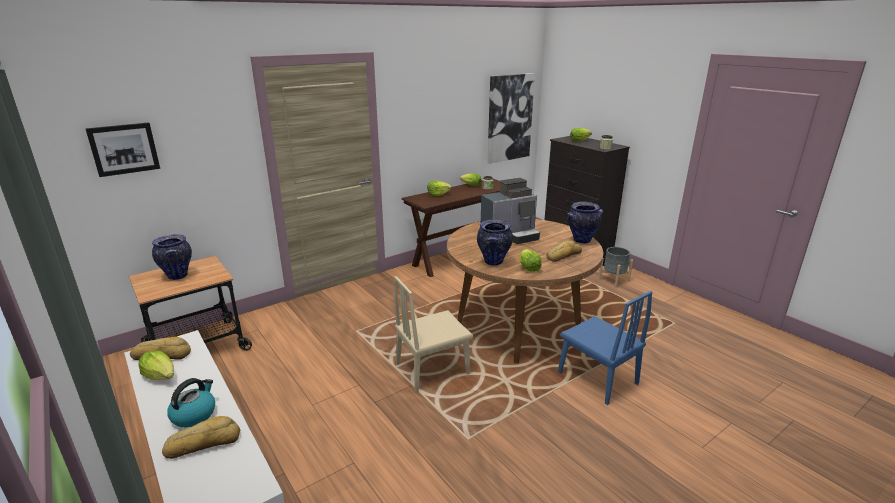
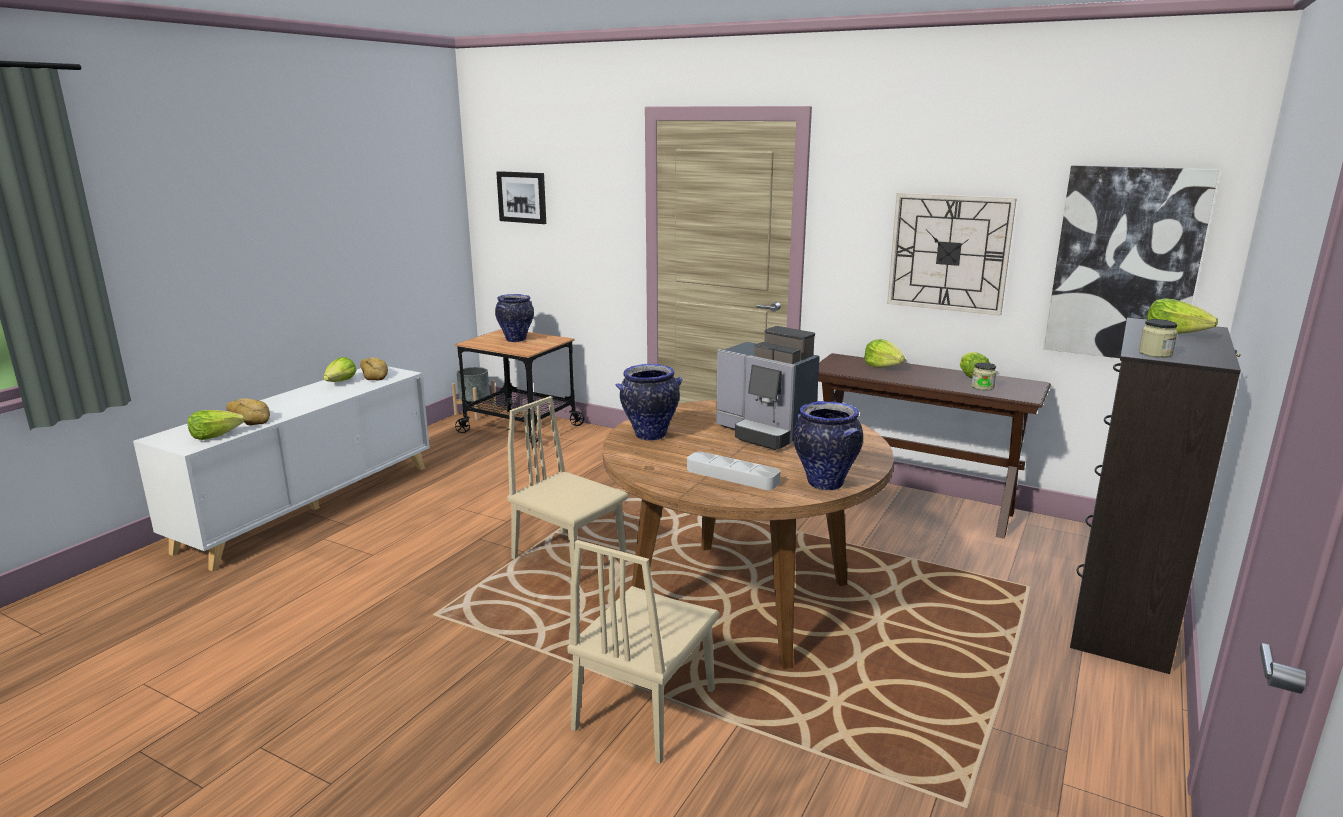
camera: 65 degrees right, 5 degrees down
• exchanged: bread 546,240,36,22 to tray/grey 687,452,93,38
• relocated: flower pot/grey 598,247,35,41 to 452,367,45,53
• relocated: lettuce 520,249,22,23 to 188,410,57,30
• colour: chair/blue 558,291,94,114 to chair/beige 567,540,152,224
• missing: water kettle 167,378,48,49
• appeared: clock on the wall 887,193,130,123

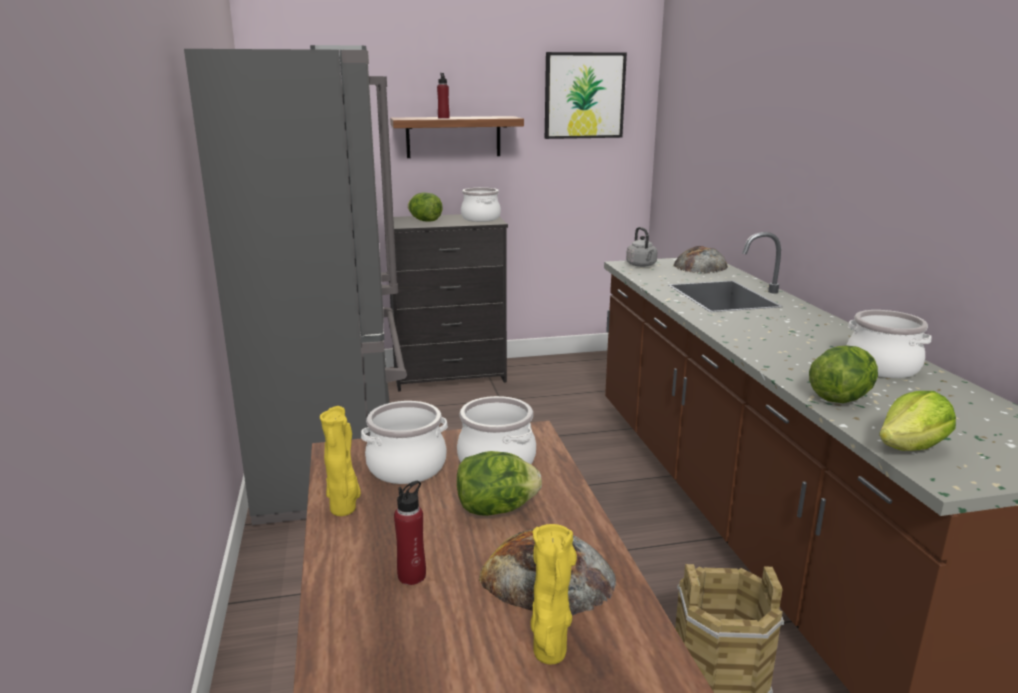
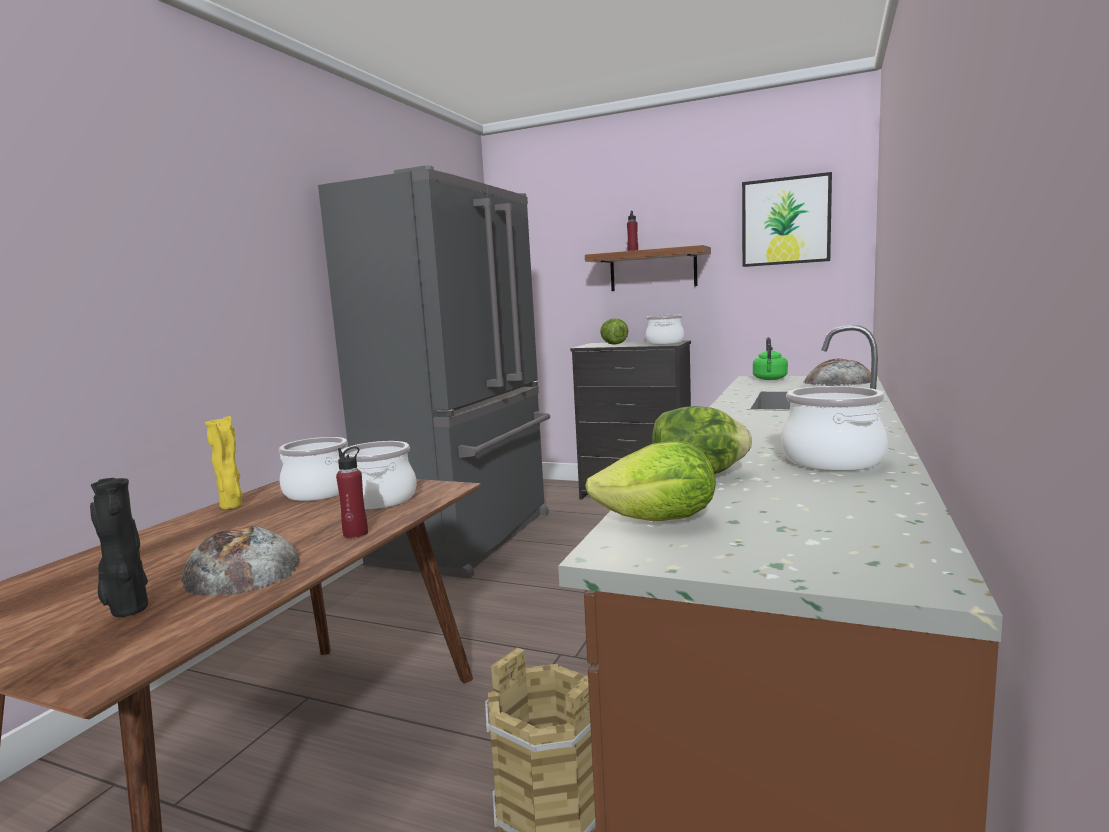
camera: 35 degrees right, 10 degrees down
• colour: water kettle/grey 626,227,31,40 to water kettle/green-coloured 753,337,35,43
• missing: lettuce 457,451,85,65
• relocated: beverage bottle/red 394,481,32,104 to 336,446,32,92
• colour: decorative vase/yellowish 530,524,47,140 to decorative vase/blackish 90,478,58,139

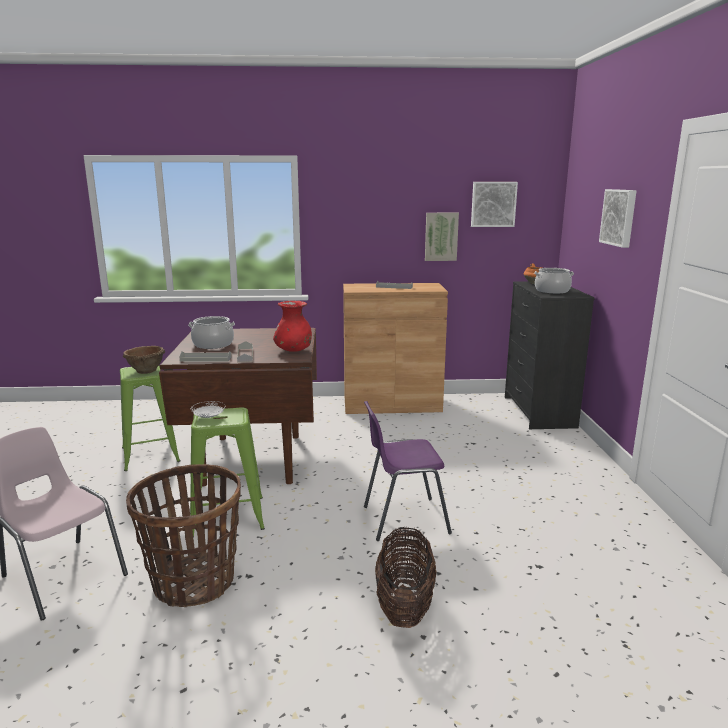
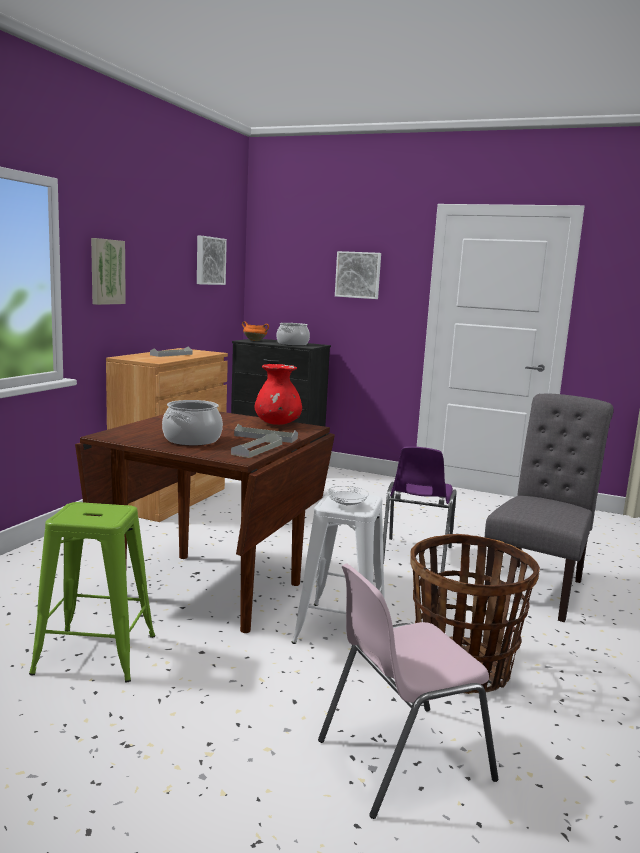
camera: 65 degrees left, 5 degrees down
• relocated: wall picture 425,213,34,48 to 91,238,35,67
• missing: serving bowl/brownish 123,346,42,28
• colour: sitting stool/green-coloured 190,407,75,130 to sitting stool/white 292,490,93,154
• exchanged: storage basket 375,527,62,101 to chair/grey 485,394,128,228

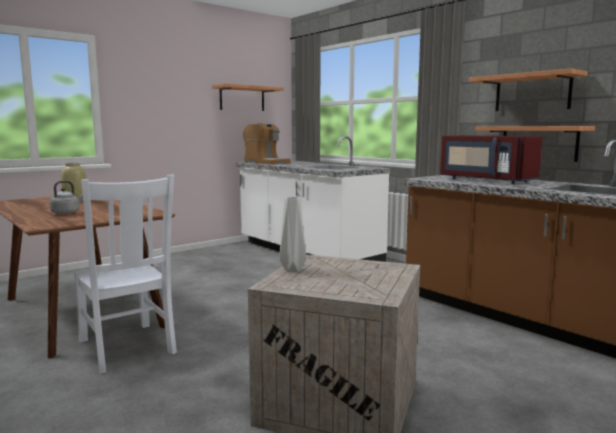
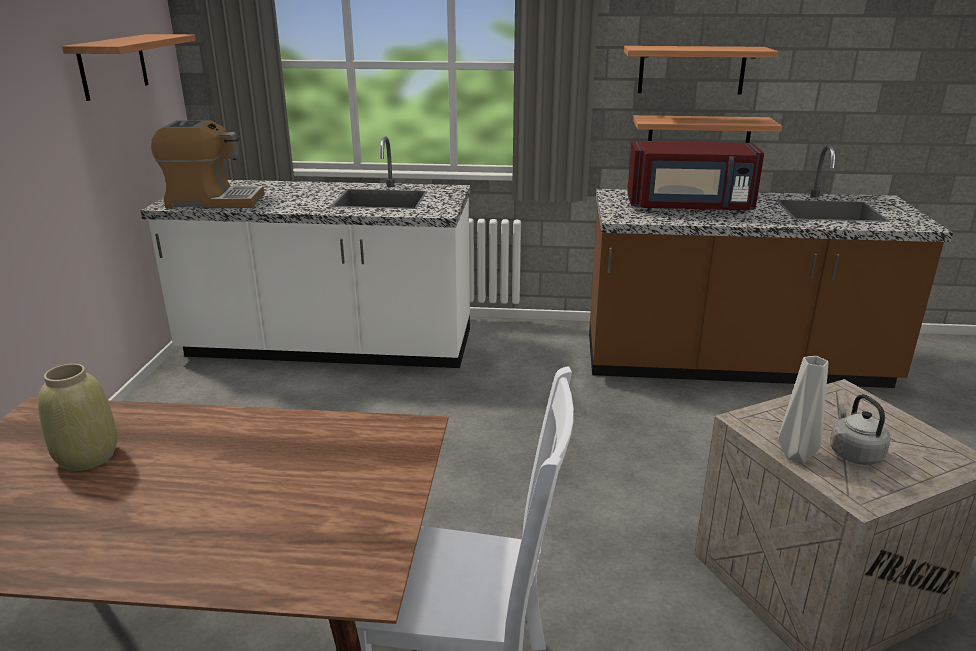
camera: 45 degrees left, 15 degrees up
• relocated: water kettle/grey 49,181,34,33 to 830,394,61,71

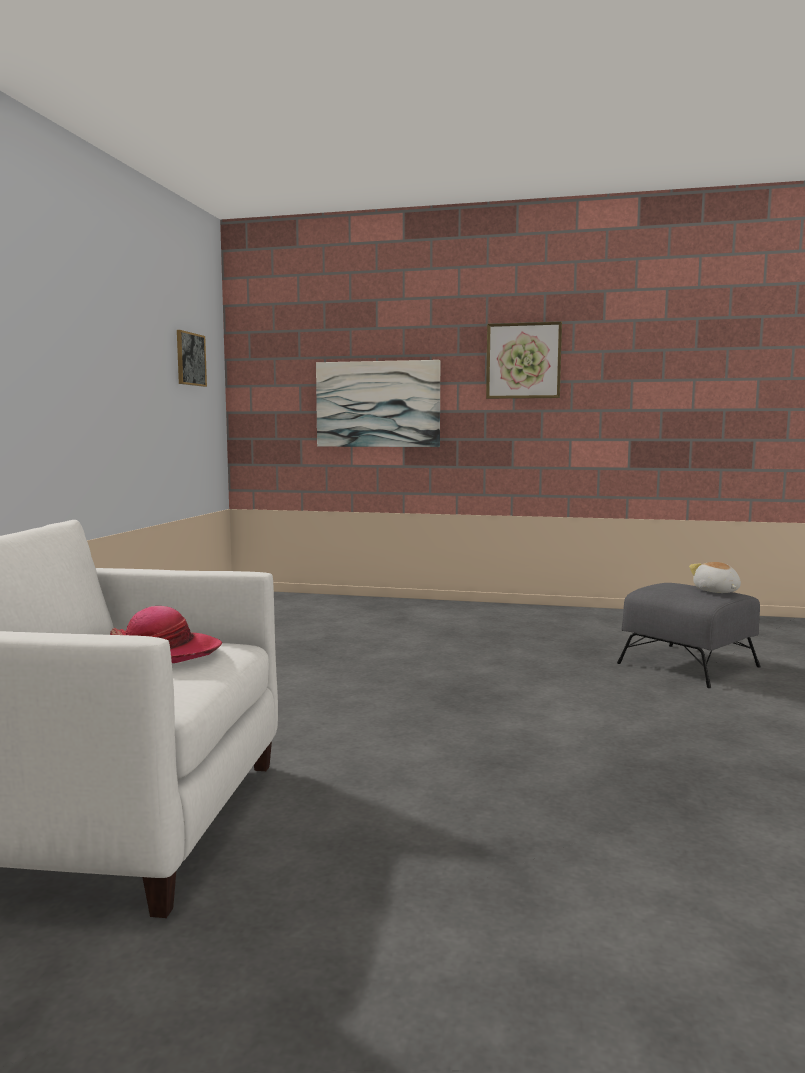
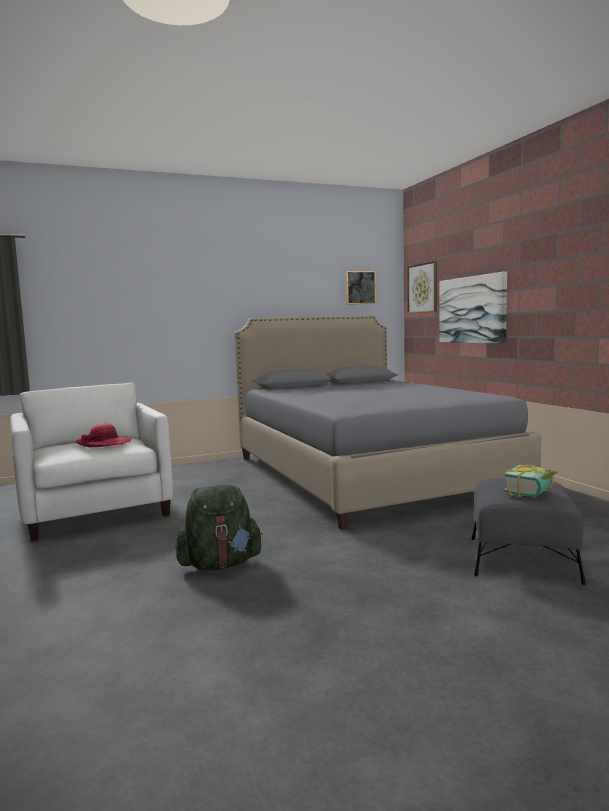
camera: 55 degrees right, 0 degrees up
• relocated: wall picture 486,322,76,77 to 407,261,30,52
• exchanged: soft toy 689,562,52,31 to book 504,465,53,32
• appeared: sleeping bed/grey 234,316,307,213
• appeared: backpack/green-coloured 175,485,88,86

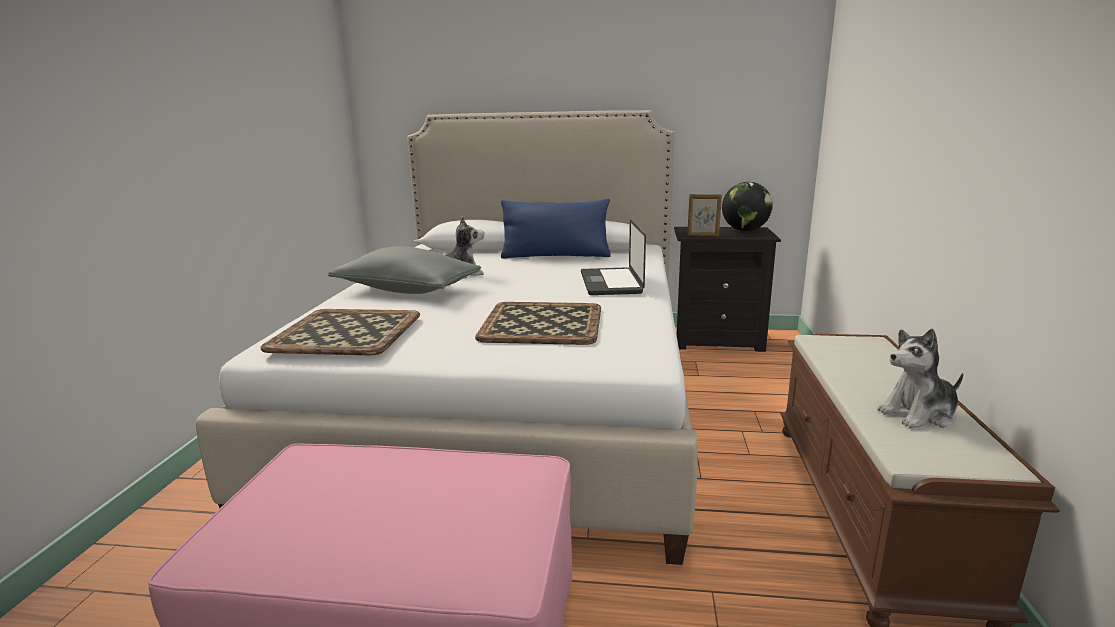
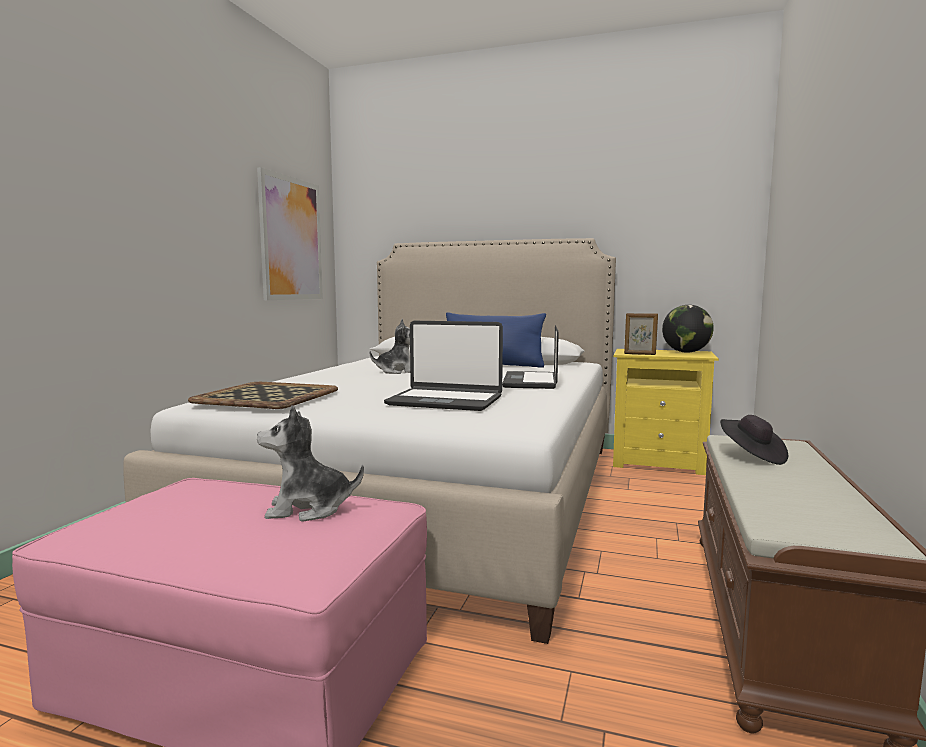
camera: 10 degrees right, 10 degrees down
• colour: nightstand/blackish 674,227,107,125 to nightstand/yellowish 613,349,106,126
• missing: pillow/grey 328,246,153,48
• exchanged: tray 475,302,126,43 to notebook computer 384,321,119,90
• relocated: soft toy 877,329,86,99 to 257,406,107,116
• appeared: wall picture 257,167,66,133
• appeared: hat/blackish 720,415,68,50

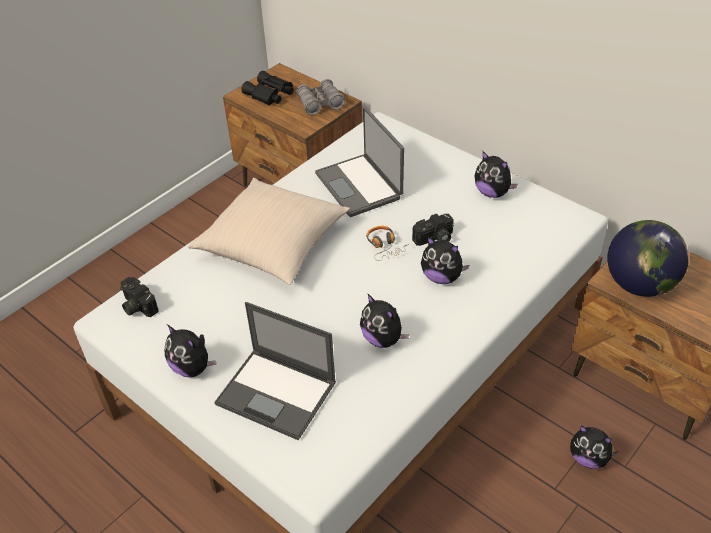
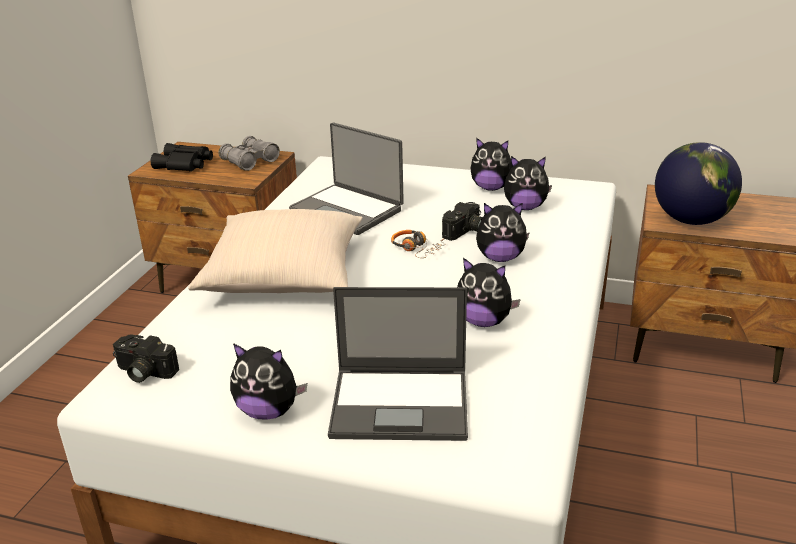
camera: 25 degrees left, 15 degrees down
• relocated: soft toy 570,425,48,43 to 504,156,48,54

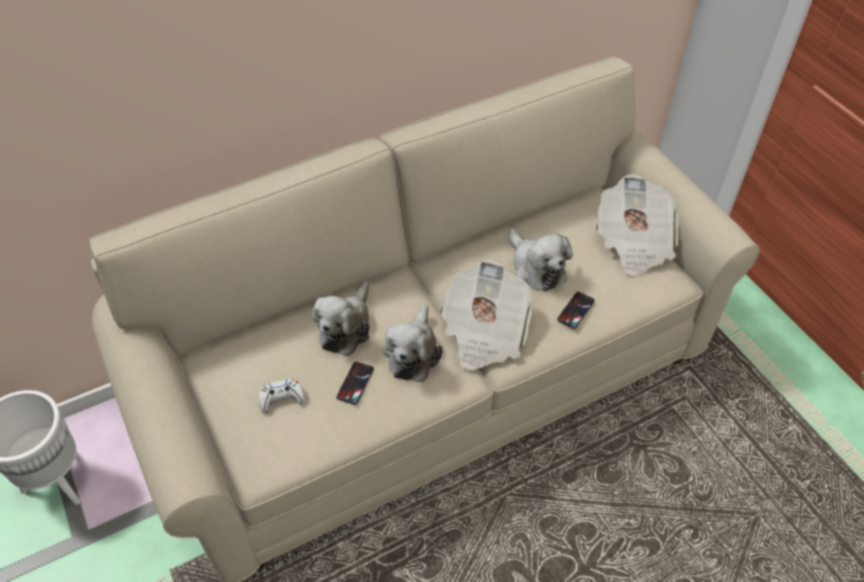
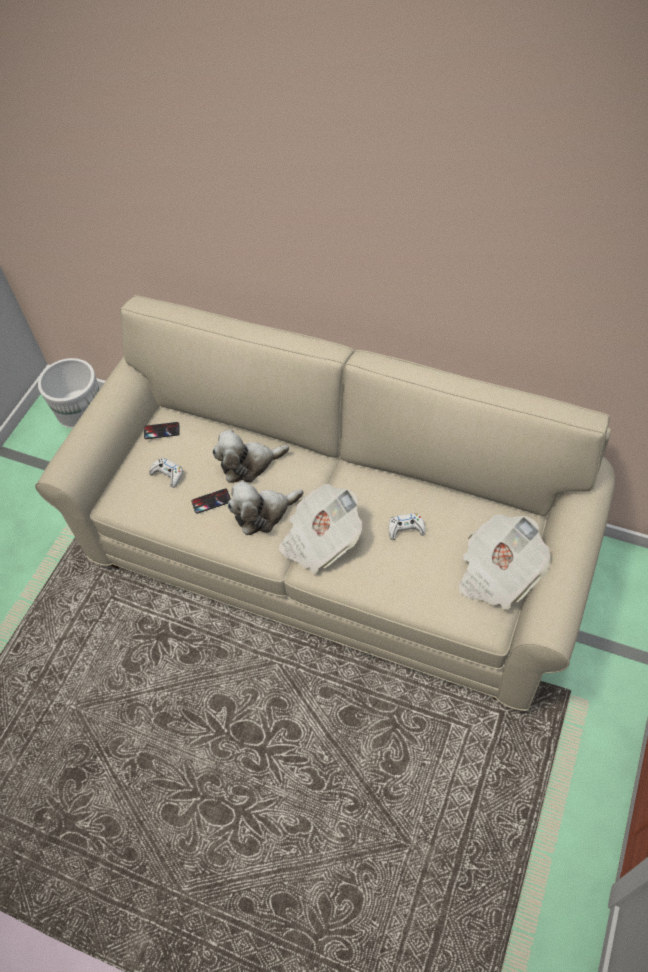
camera: 55 degrees right, 5 degrees up
• exchanged: soft toy 509,228,64,64 to gamepad/white 389,513,36,27
• relocated: phone 557,292,38,37 to 144,422,36,17

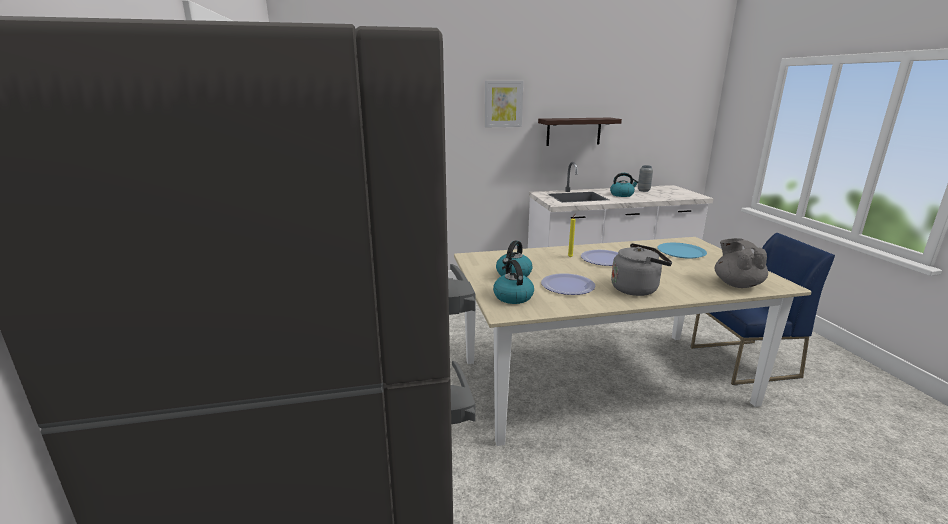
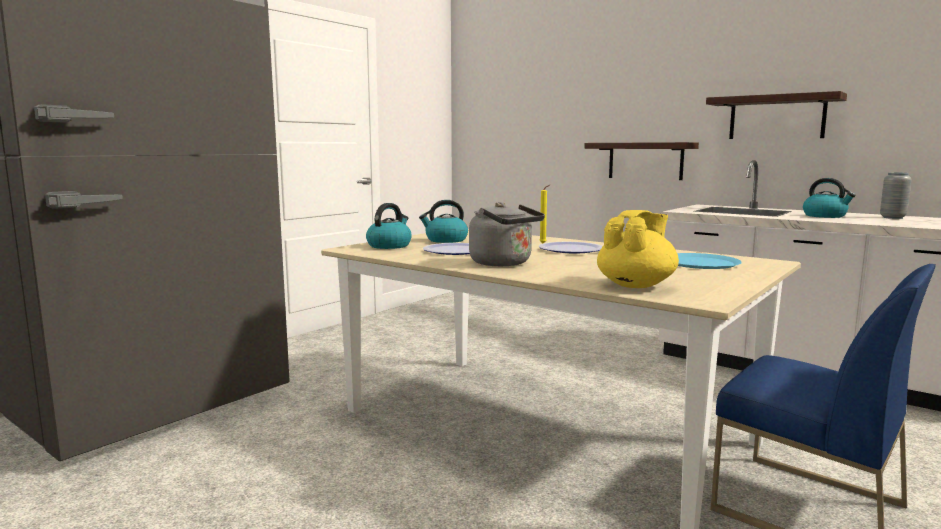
camera: 50 degrees right, 10 degrees down
• missing: wall picture 485,81,38,46
• colour: tea pot/grey 714,238,54,50 to tea pot/yellowish 597,210,82,78
• appeared: wall shelf 584,142,115,38

